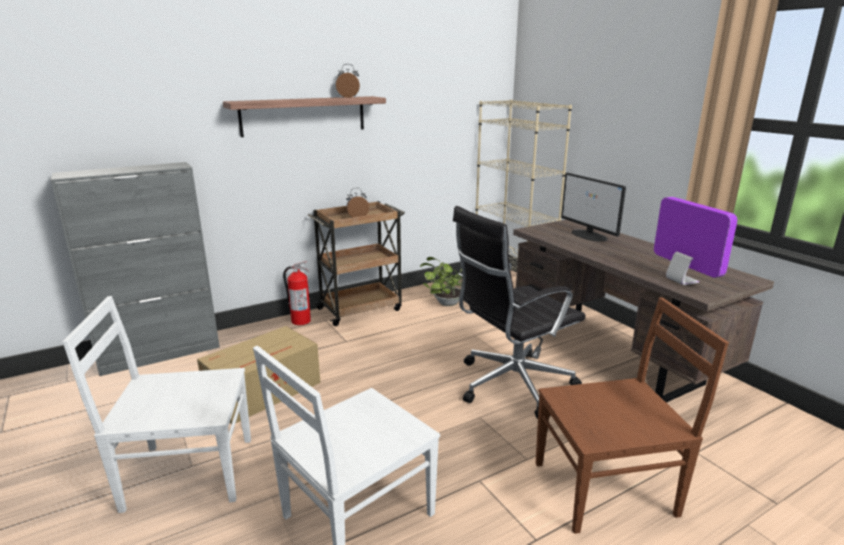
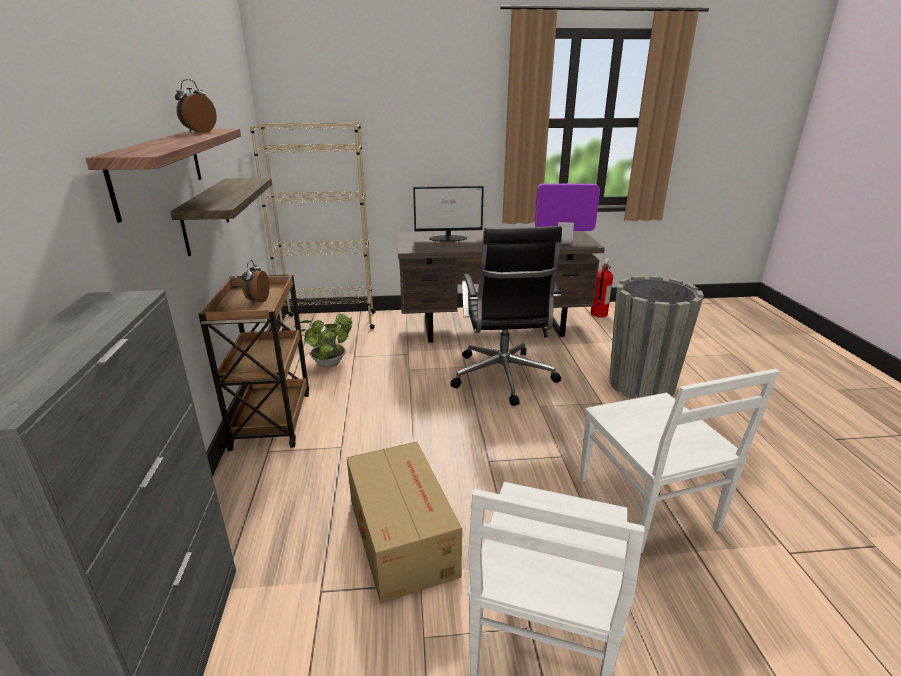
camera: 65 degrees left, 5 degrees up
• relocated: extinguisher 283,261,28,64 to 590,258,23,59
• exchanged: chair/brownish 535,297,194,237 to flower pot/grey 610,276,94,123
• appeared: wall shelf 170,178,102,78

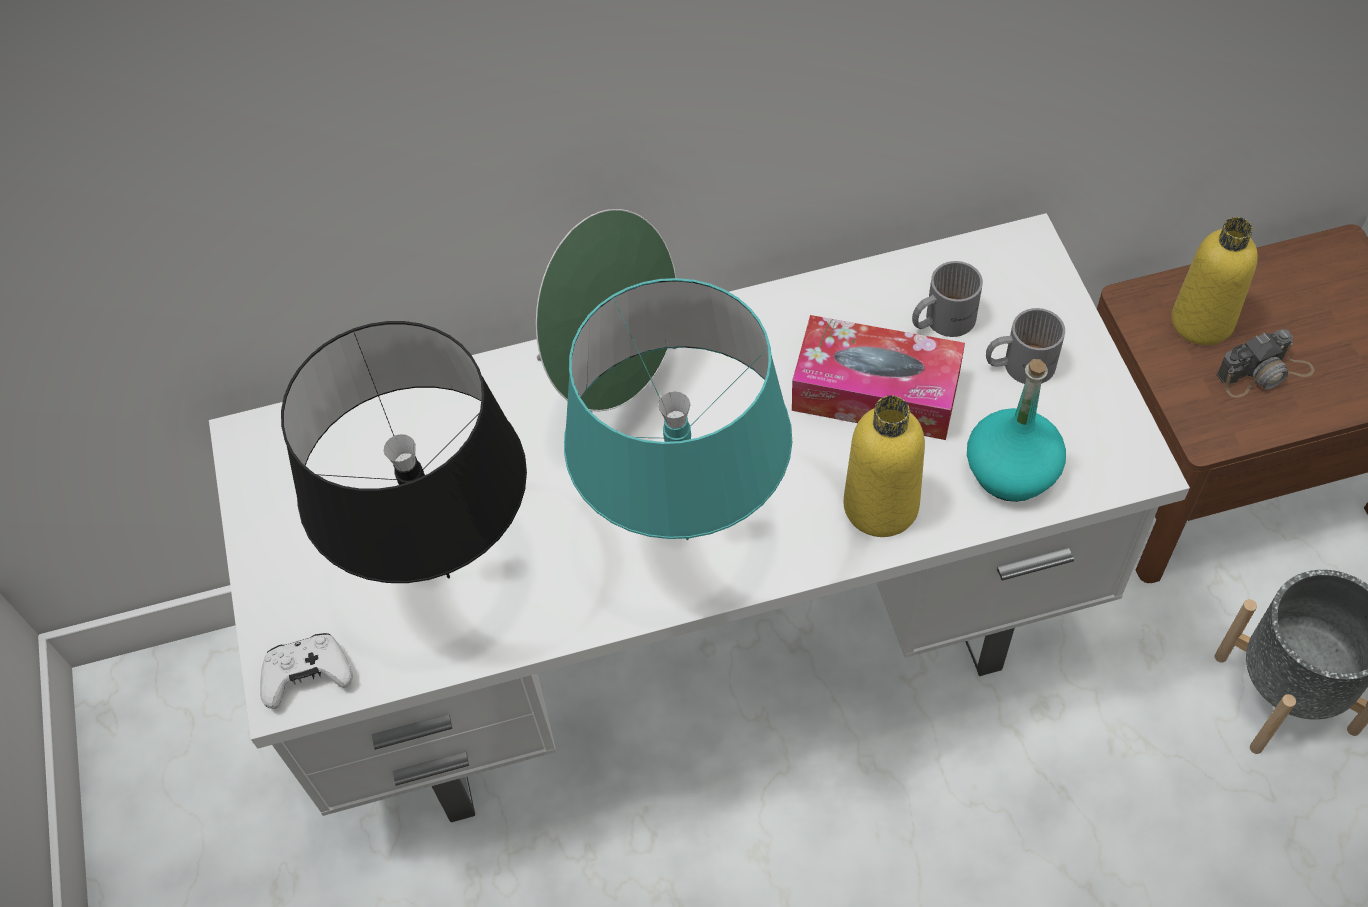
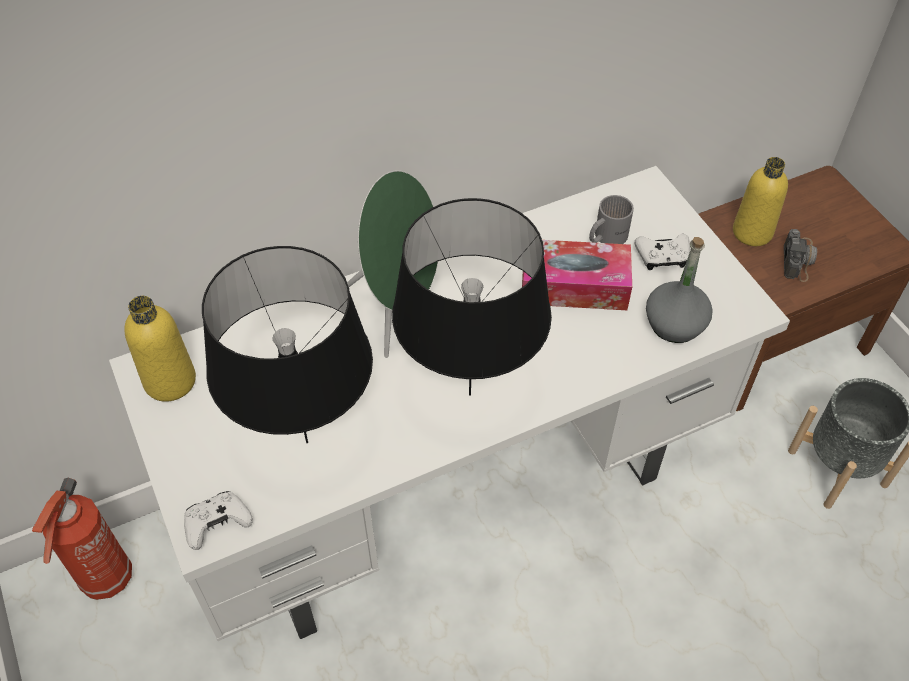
camera: 15 degrees left, 5 degrees down
• colour: tabletop lamp/turquoise-coloured 564,278,228,262 to tabletop lamp/blackish 392,198,160,198
• exchanged: coffee mug/grey 986,308,79,76 to gamepad/white 635,233,55,37
• spun: still camera 1216,329,99,69 = 784,229,33,53 45 degrees counterclockwise
• colour: beverage bottle/turquoise-coloured 967,359,99,143 to beverage bottle/grey 646,237,67,106
• relocated: beverage bottle/yellowish 844,395,81,142 to 124,296,72,106
• appeared: extinguisher 32,478,100,122

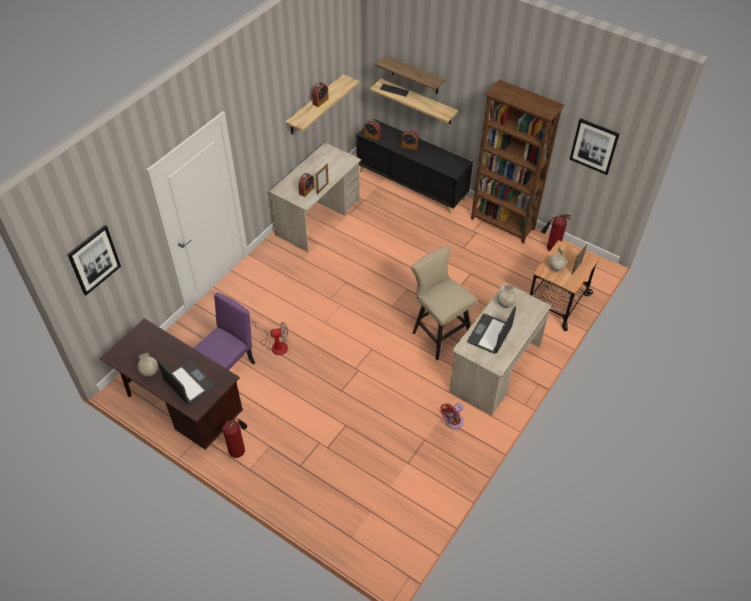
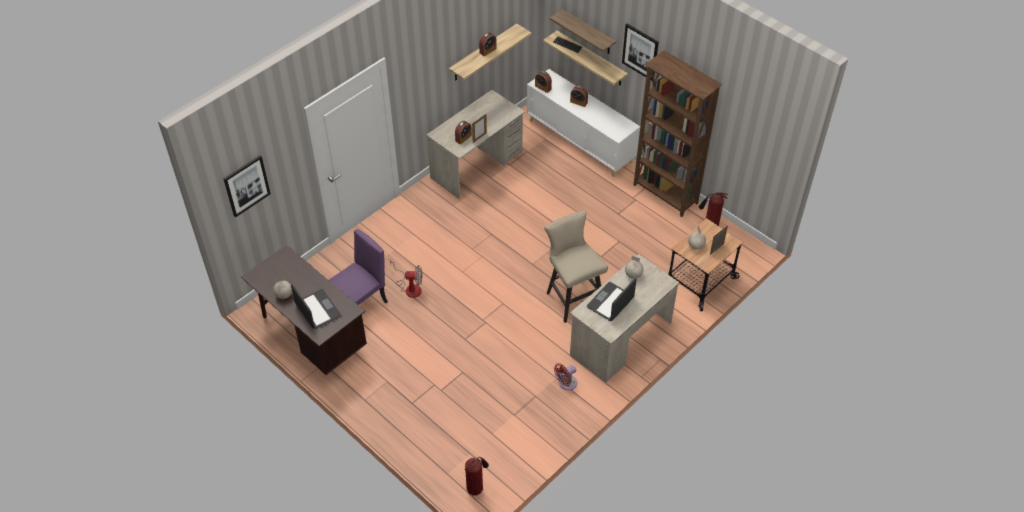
camera: 10 degrees right, 0 degrees up
• relocated: wall picture 570,118,49,57 to 622,24,37,57
• colour: storage cabinet/blackish 356,119,117,95 to storage cabinet/white 527,69,113,108
• relocated: extinguisher 221,418,26,40 to 465,457,24,38

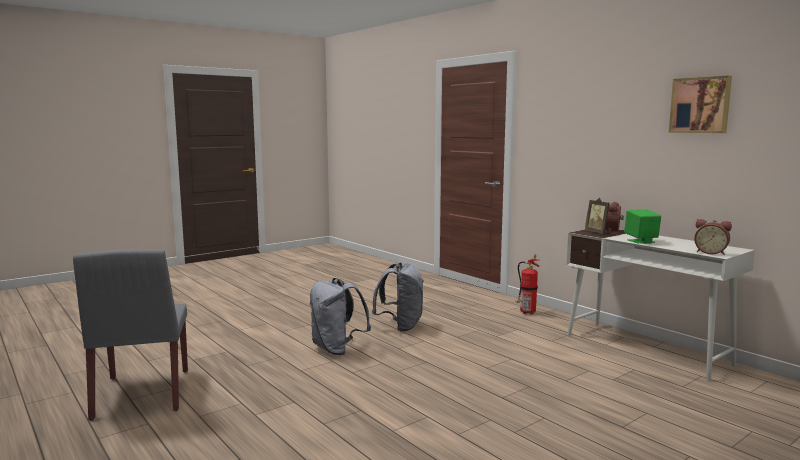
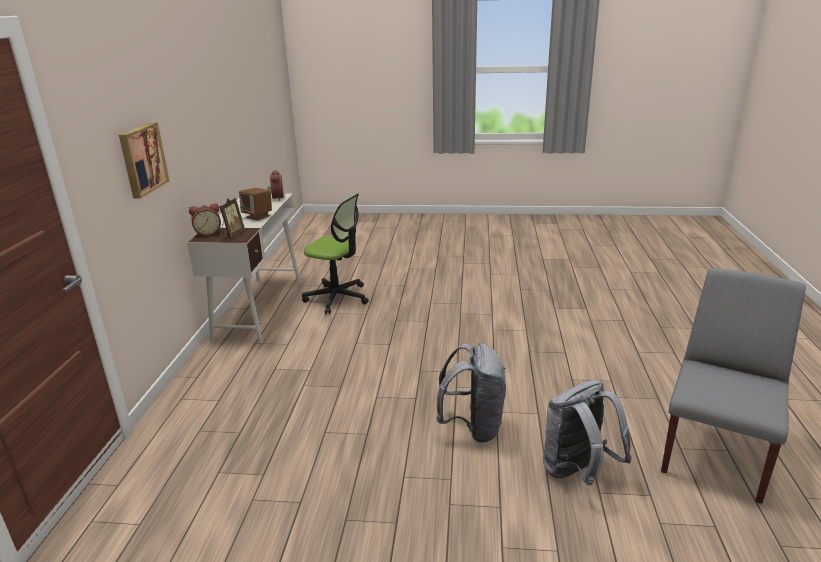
camera: 135 degrees left, 15 degrees up
• relocated: wall picture 669,76,63,57 to 119,122,51,77
• colour: speaker/green-coloured 624,210,37,34 to speaker/brownish 239,188,33,33
• missing: extinguisher 515,255,24,60
• relocated: backpack/grey 372,263,52,69 to 543,380,89,105
• appeared: office chair 302,194,67,120

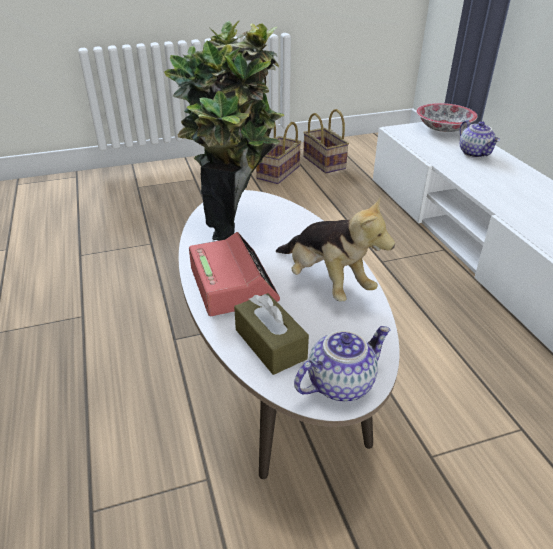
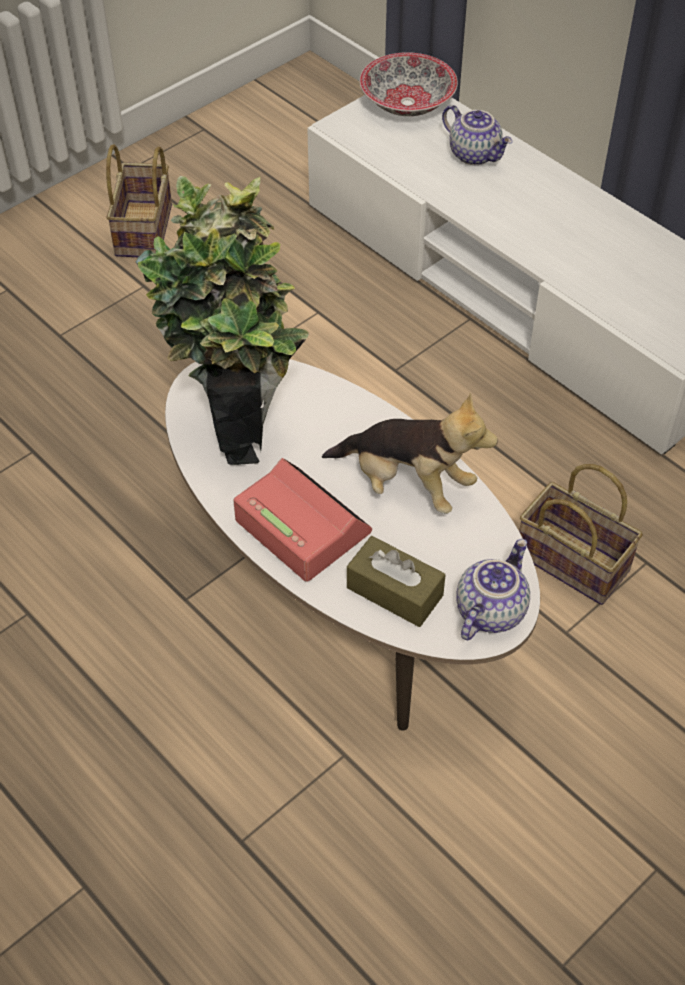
camera: 25 degrees left, 15 degrees up
• relocated: storage basket 303,109,46,64 to 519,464,124,141

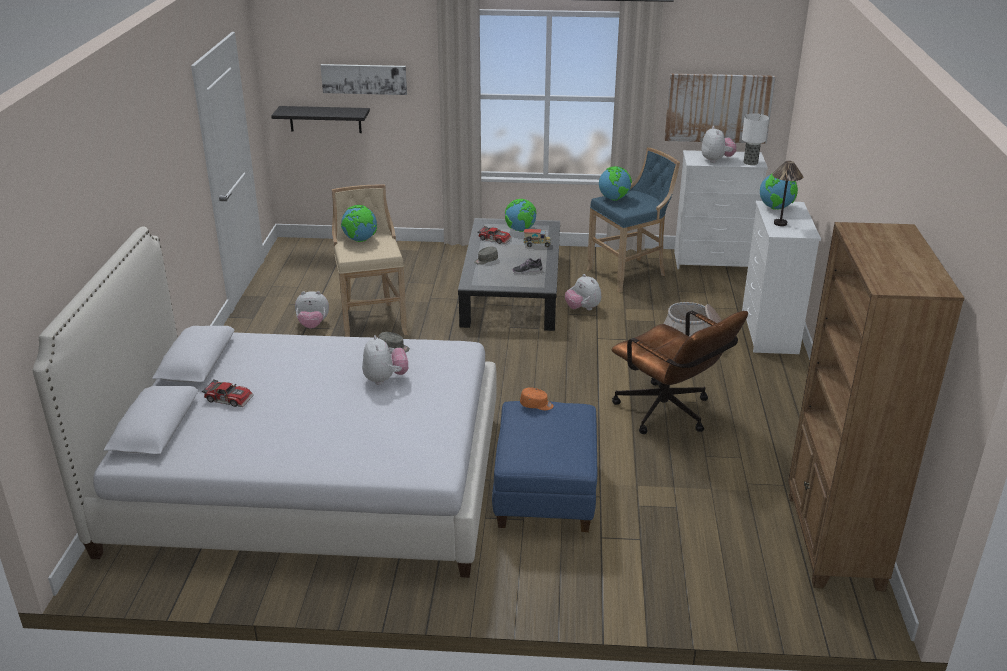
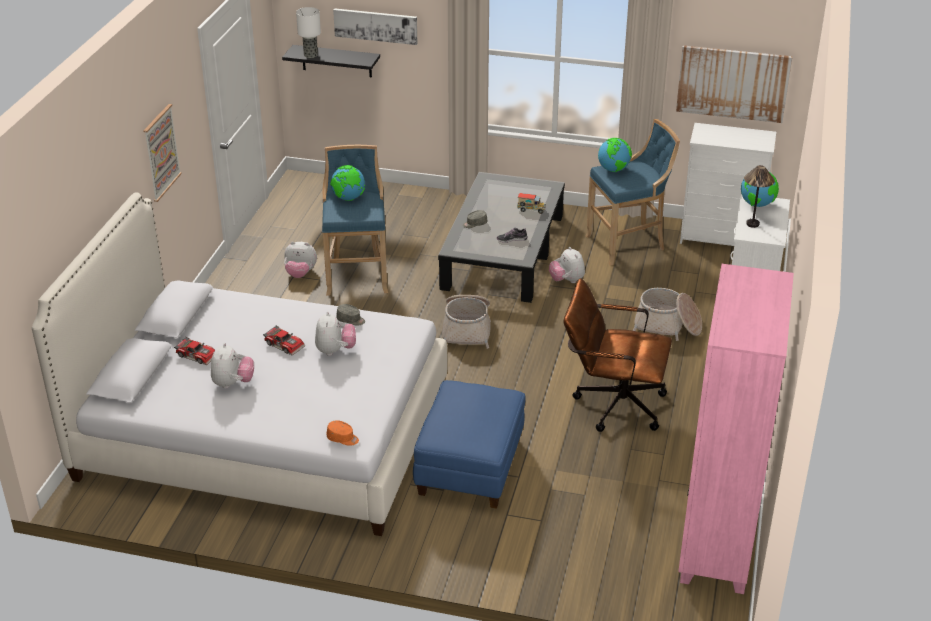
camera: 10 degrees right, 5 degrees up
• relocated: tabletop lamp 742,113,27,52 to 296,7,25,51
• relocated: soft toy 701,126,35,37 to 211,343,43,46
• colour: sitting stool/beige 332,184,76,153 to sitting stool/blue 322,145,66,151
• missing: globe 505,199,31,33
• colour: shelving unit/brownish 788,222,176,369 to shelving unit/pink 678,264,116,330
• relocated: toy car 478,226,34,18 to 263,325,43,30
• spun: office chair/brownish 612,311,136,123 = 563,278,109,154 135 degrees clockwise
• relocated: baseball cap/orange 520,387,34,23 to 327,420,32,26
• appeared: wall picture 143,104,39,98
• appeared: storage basket 442,295,49,54

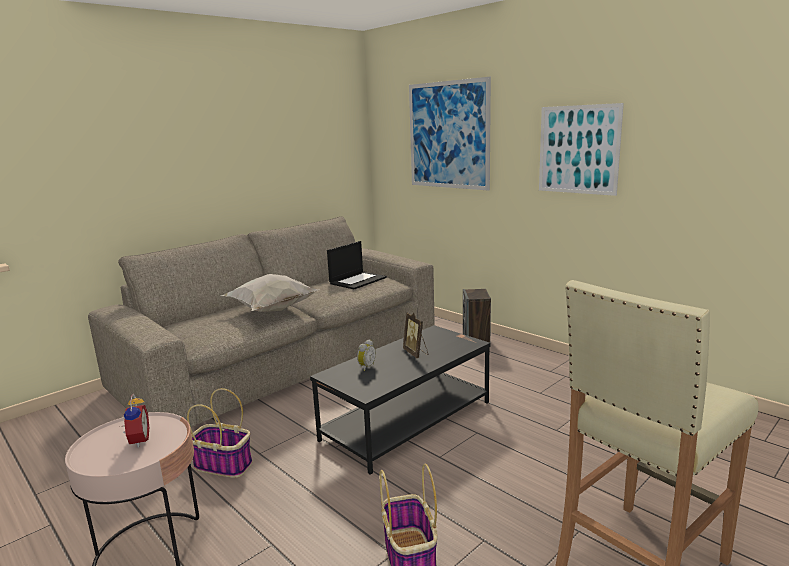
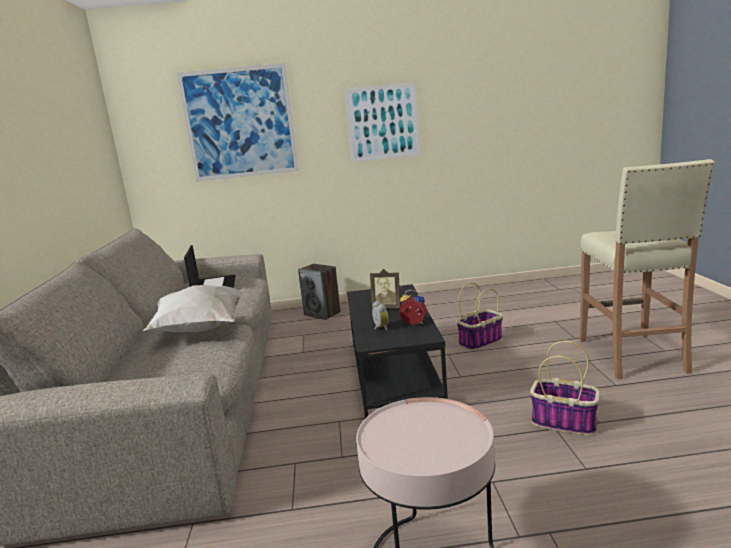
camera: 50 degrees left, 0 degrees up
• relocated: storage basket 187,388,65,90 to 456,283,47,68
• relocated: alarm clock 119,394,30,54 to 399,290,28,35

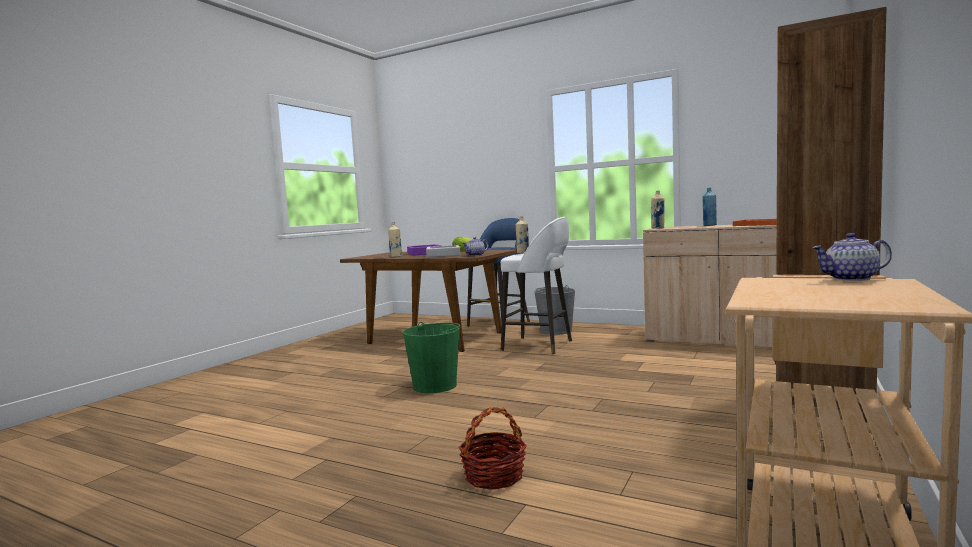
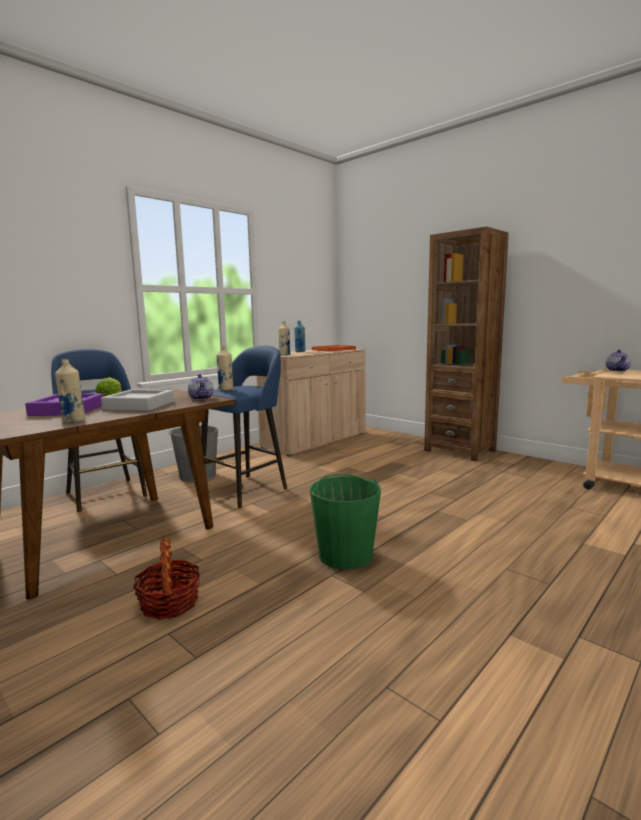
camera: 75 degrees left, 5 degrees up
• colour: sitting stool/white 501,217,71,138 to sitting stool/blue 201,346,86,162
• relocated: storage basket 458,407,69,83 to 133,538,67,82

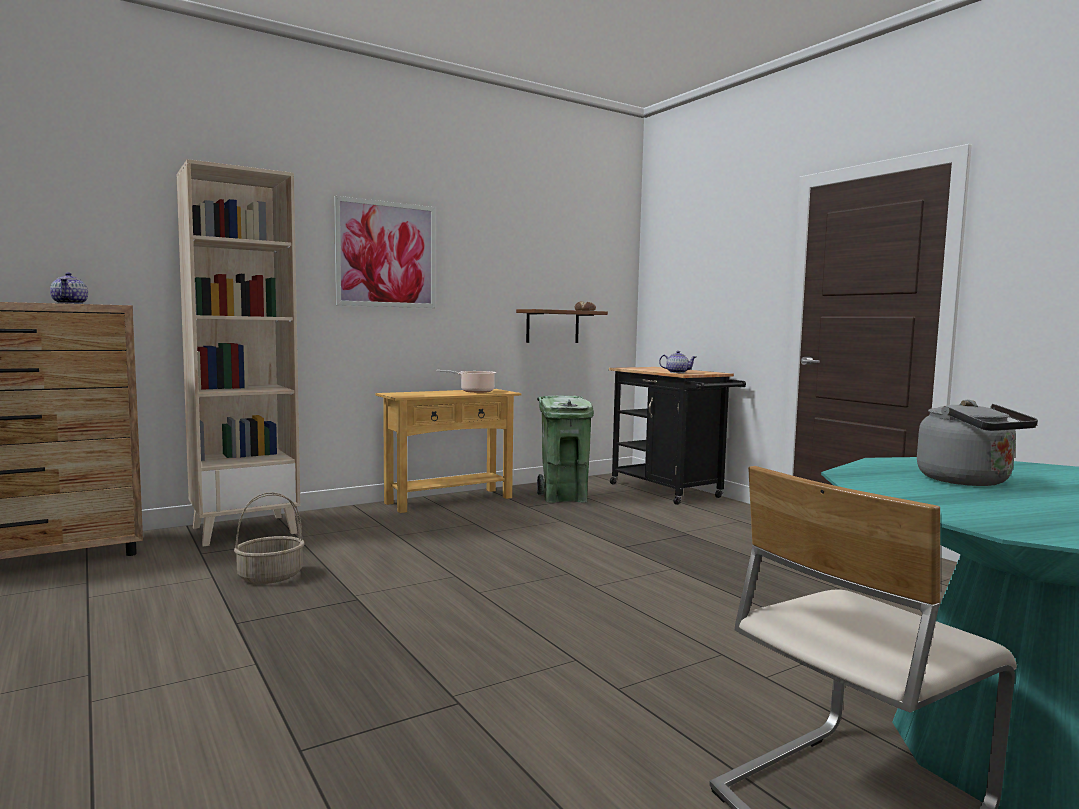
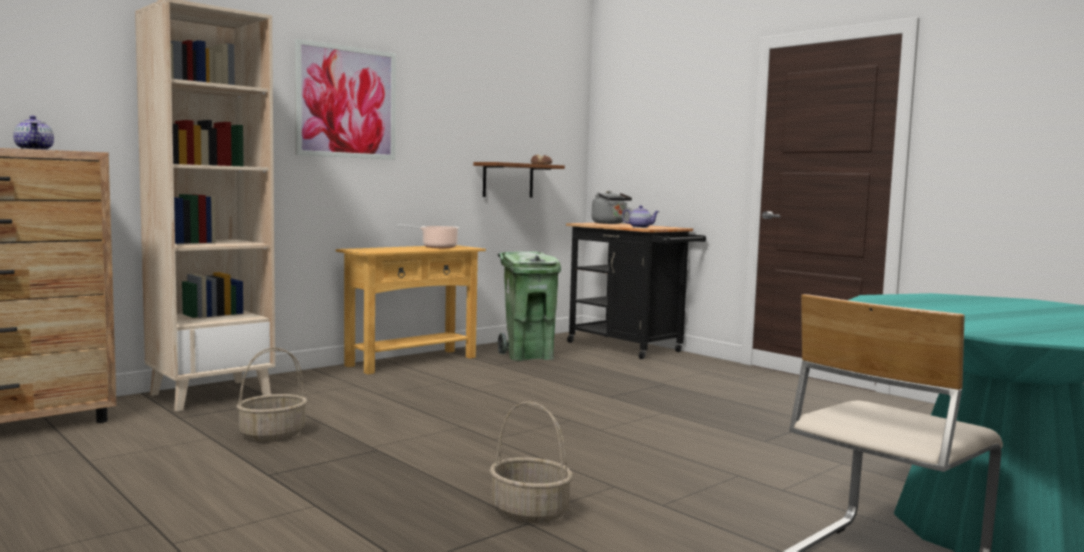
camera: 10 degrees left, 0 degrees up
• relocated: water kettle/grey 917,400,121,86 to 592,191,40,33
• appeared: storage basket 490,402,83,121

